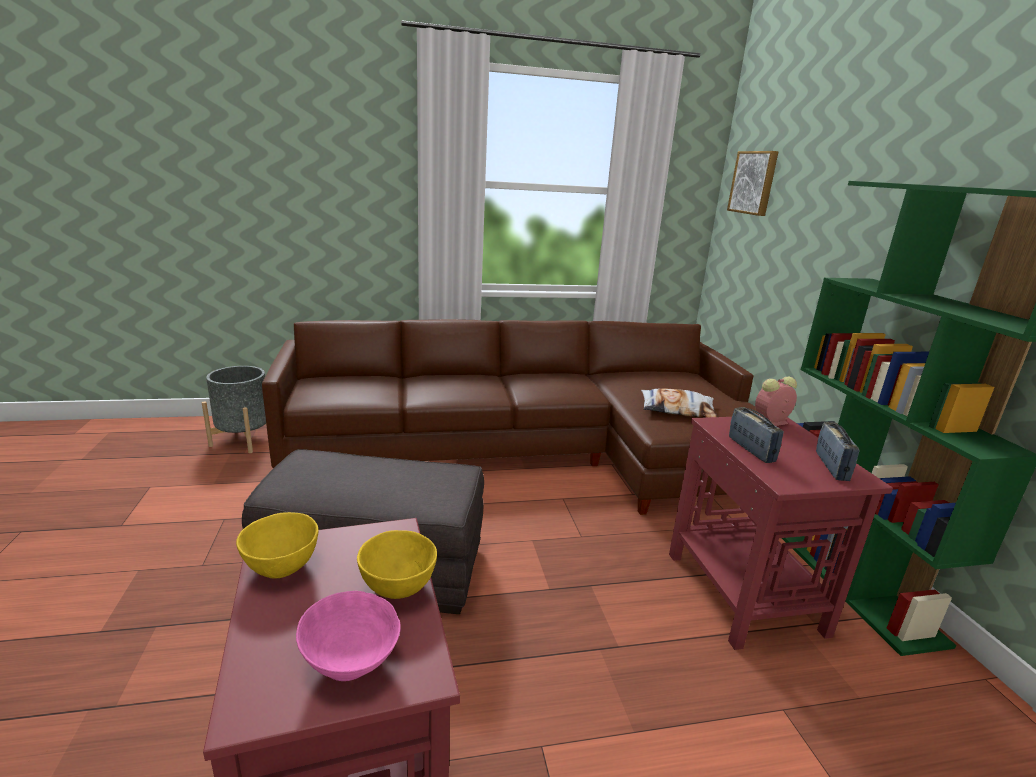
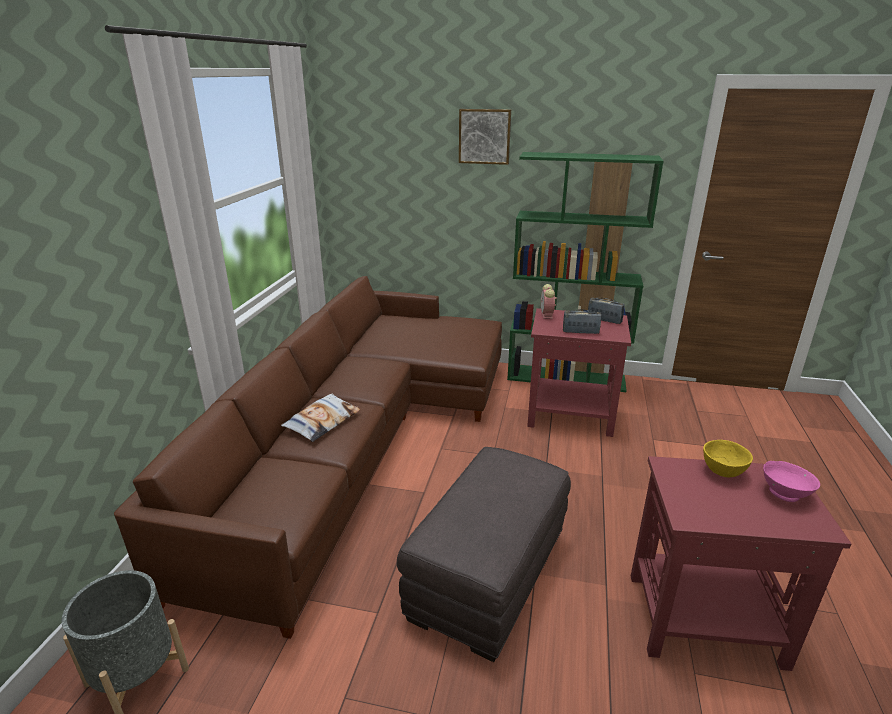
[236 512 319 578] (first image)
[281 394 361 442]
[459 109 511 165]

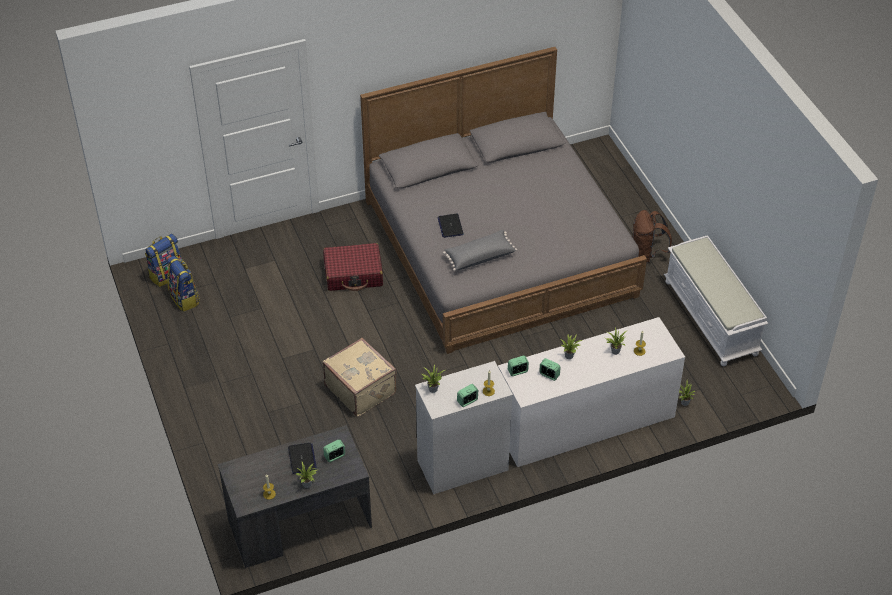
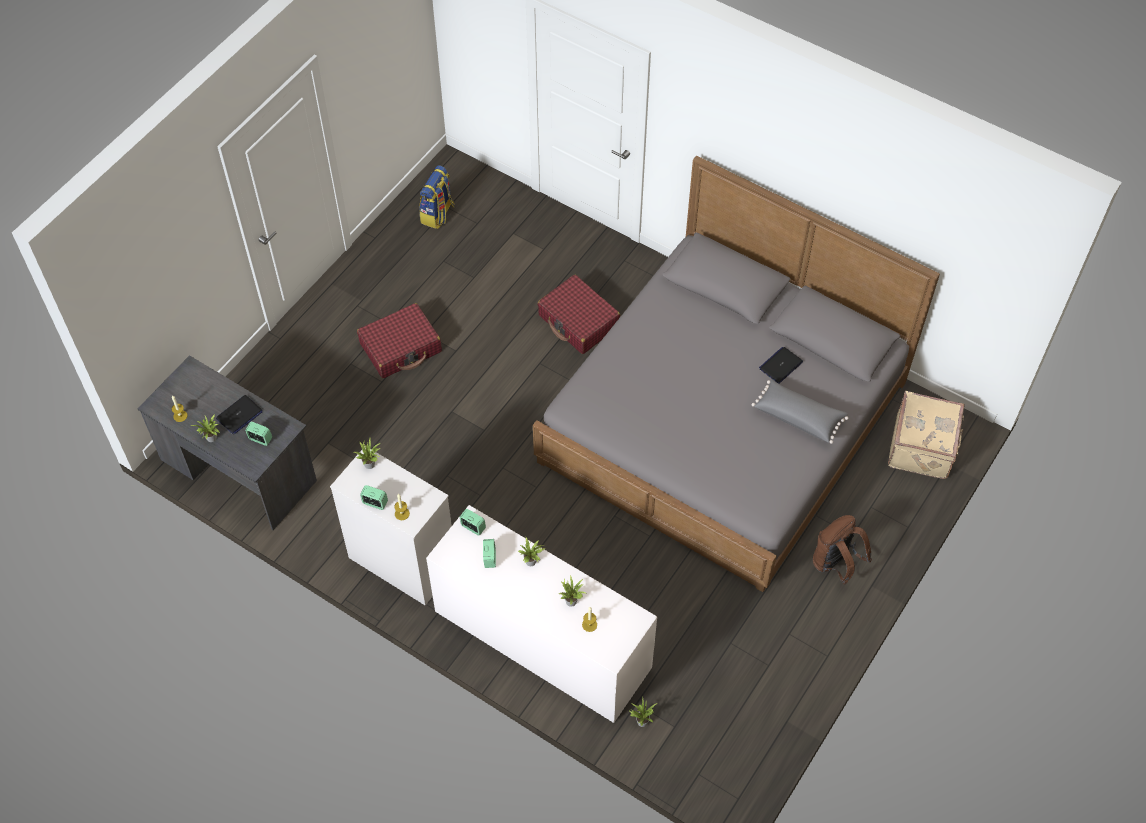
[145 234 182 287] (first image)
[664 235 768 366] (first image)
[357 303 442 378]
[888 391 965 479]
[759 347 803 384]
[752 379 848 444]

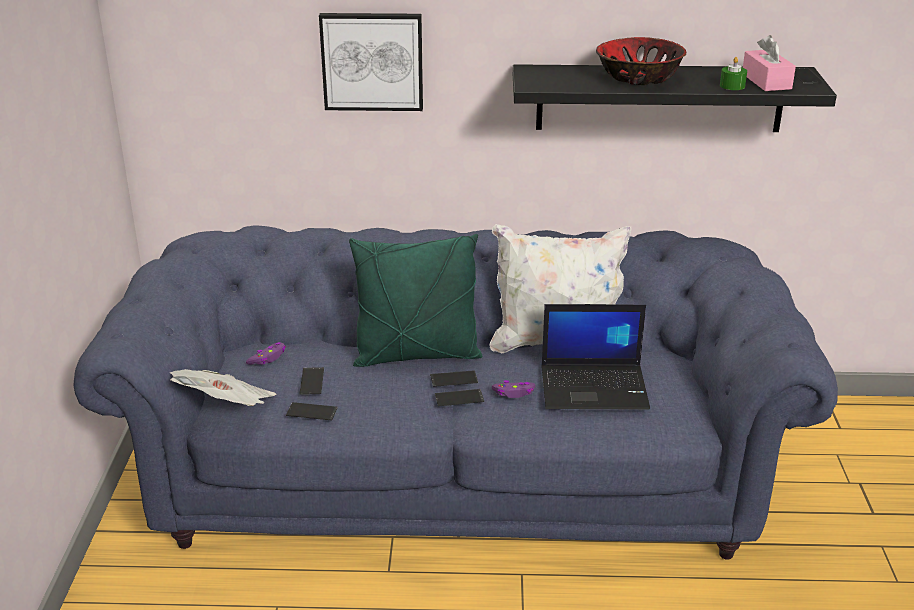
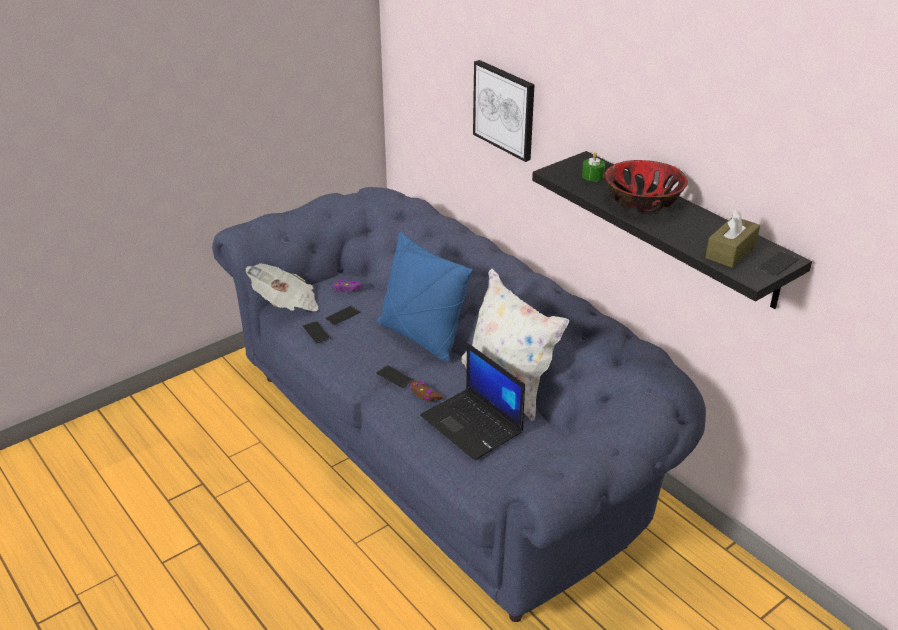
[430 370 478 387] (first image)
[582 152 605 181]
[377 231 473 362]
[410 381 443 401]
[705 209 760 268]

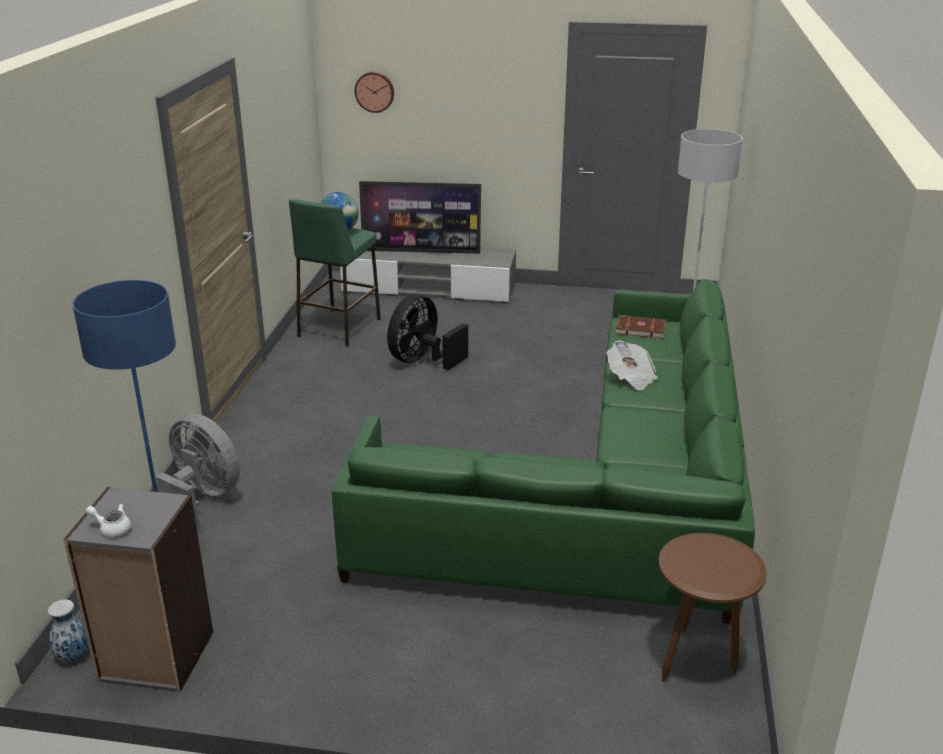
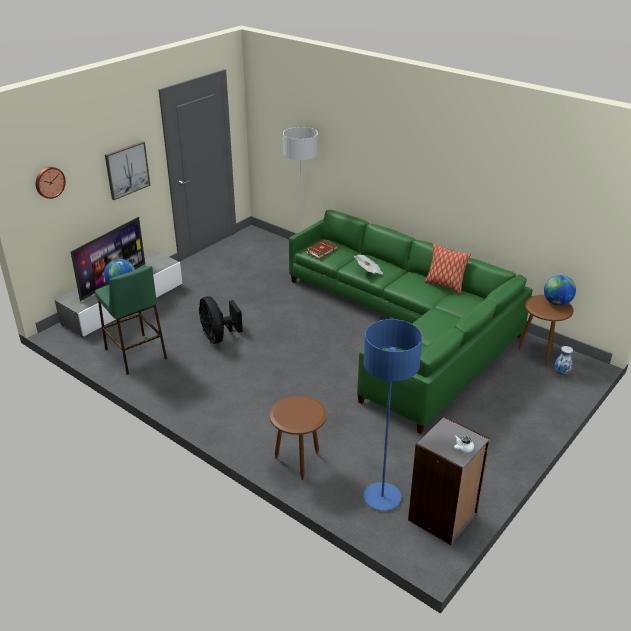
[105 141 150 200]
[425 244 471 294]
[544 275 576 306]
[554 346 573 375]
[270 396 327 480]

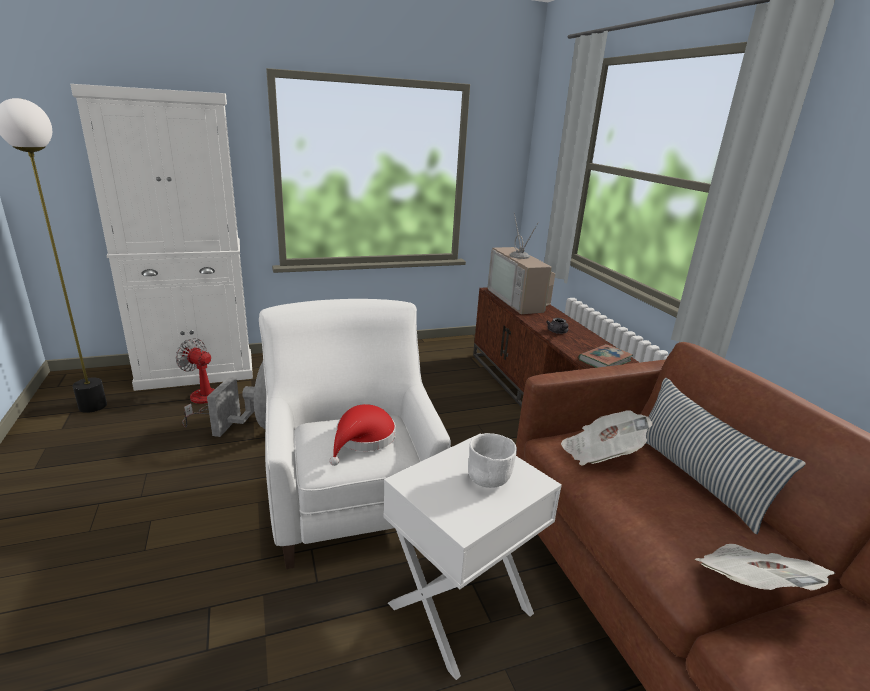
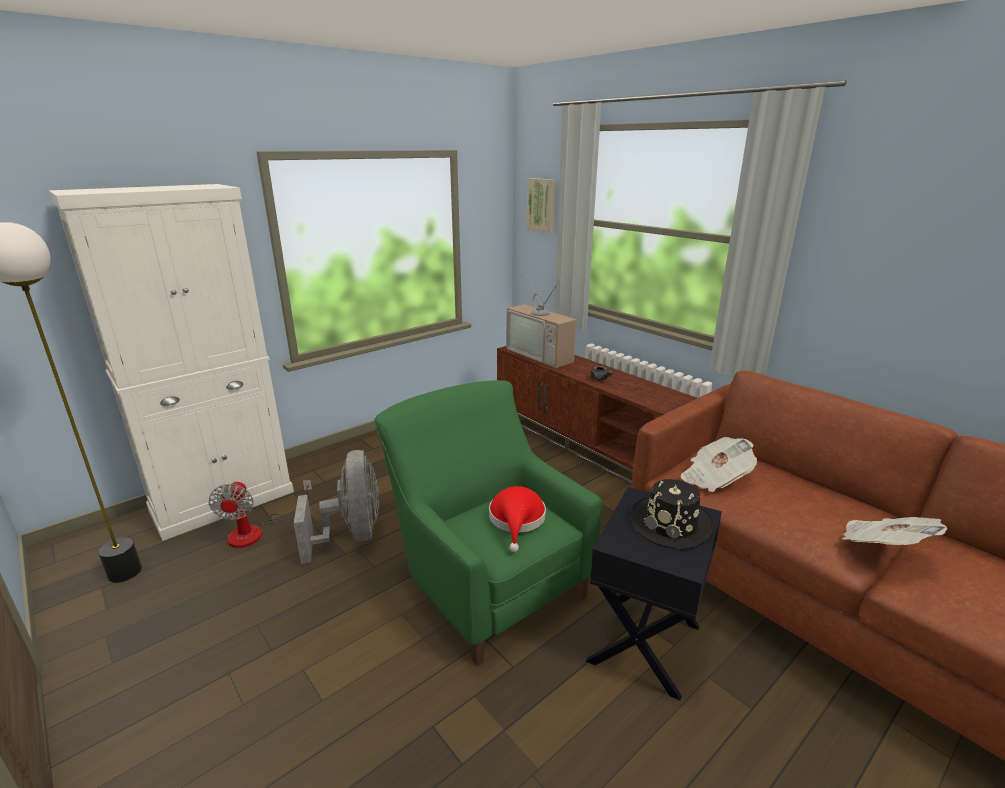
[578 344 633 368] (first image)
[646 378 806 534] (first image)
[527 178 555 234]
[630 479 715 550]
[374 380 602 666]
[586 487 722 701]
[208 480 312 548]

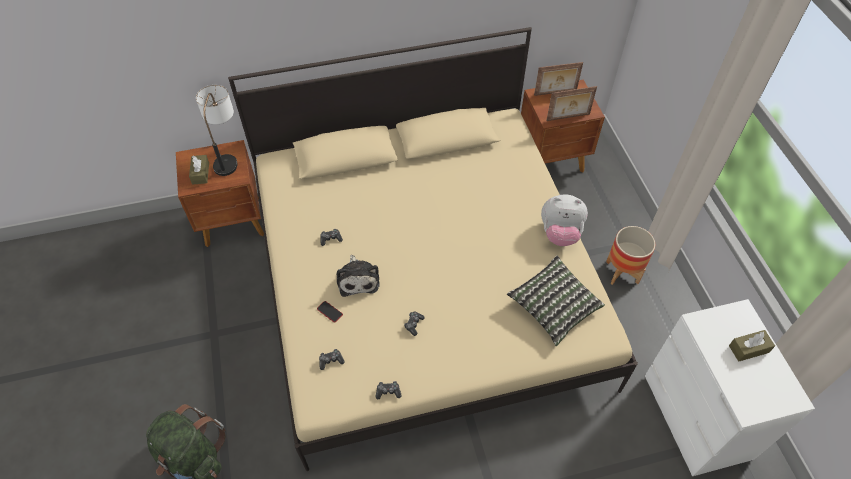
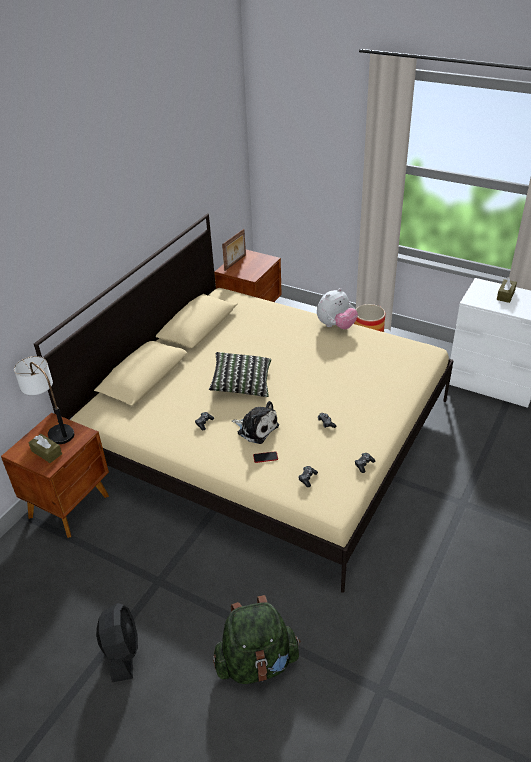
[546 86 597 121] (first image)
[96 603 138 682]
[209 352 271 397]

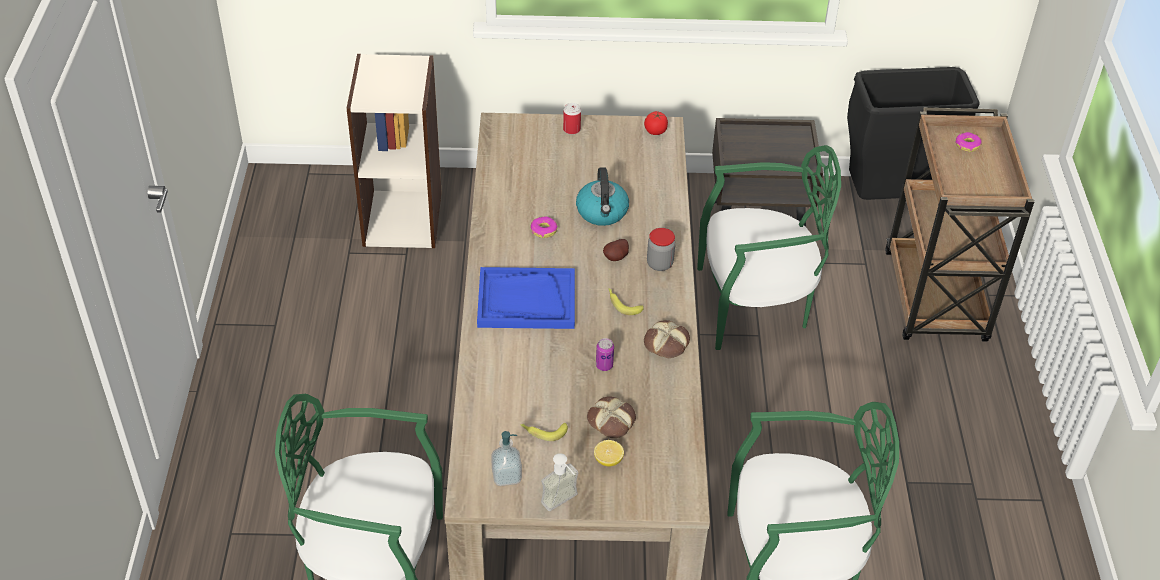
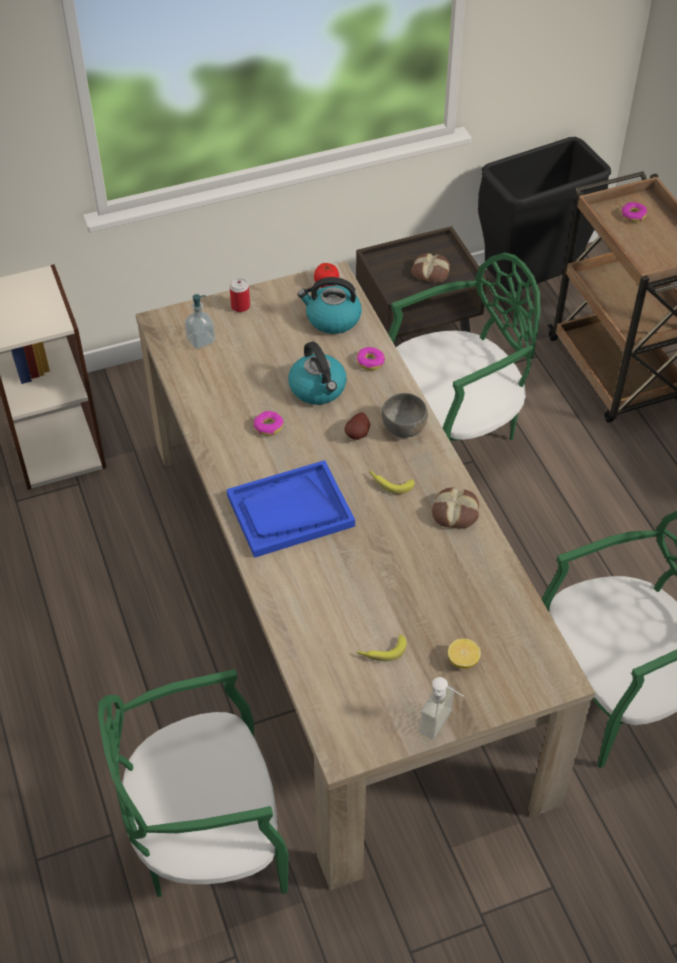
[596 338 614 371] (first image)
[297 277 362 334]
[356 347 385 371]
[185 294 215 349]
[412 253 450 283]
[382 393 428 438]

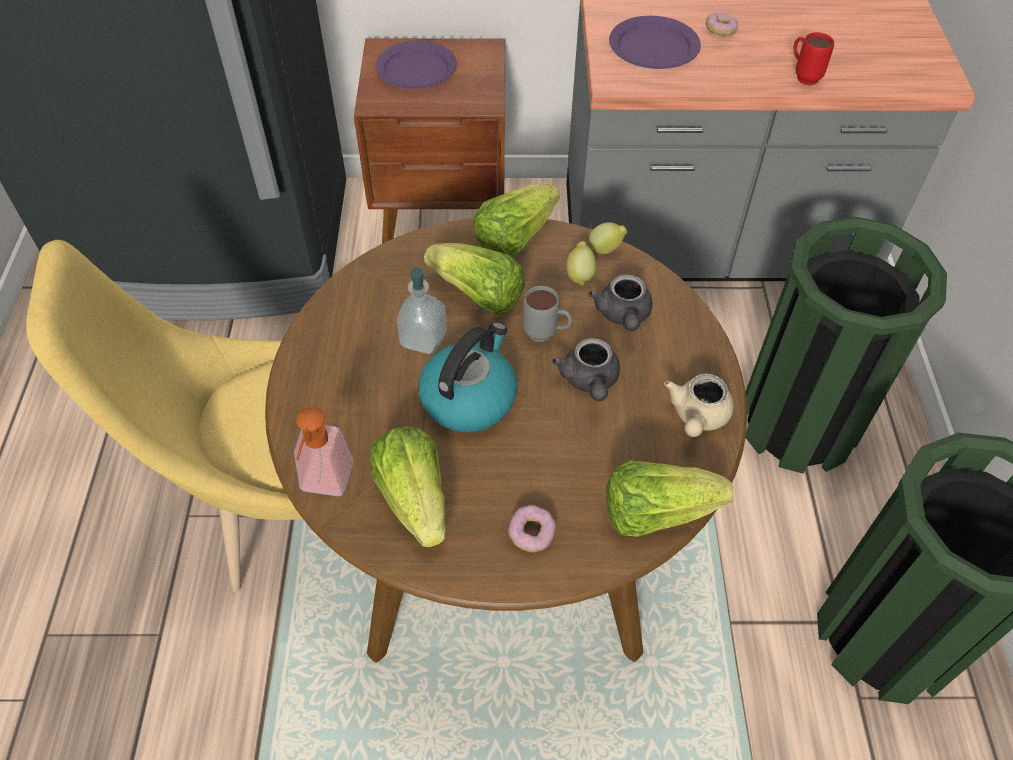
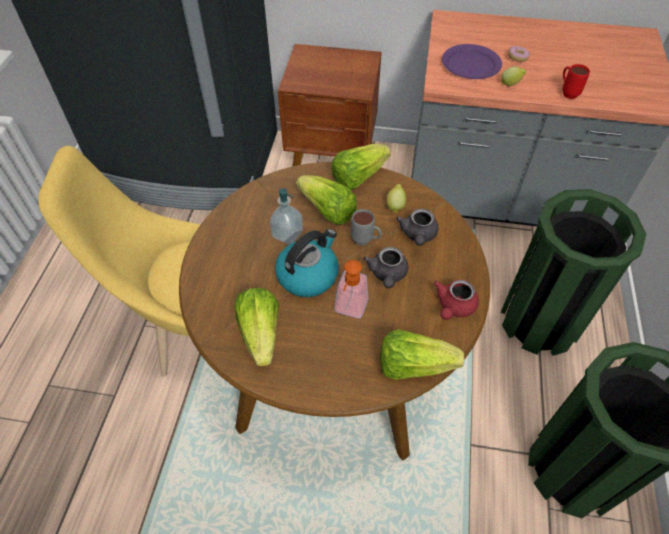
[376 41 456 89] (first image)
[508 505 556 552] (first image)
[334 260 368 318]
[501 66 526 86]
[433 280 479 320]

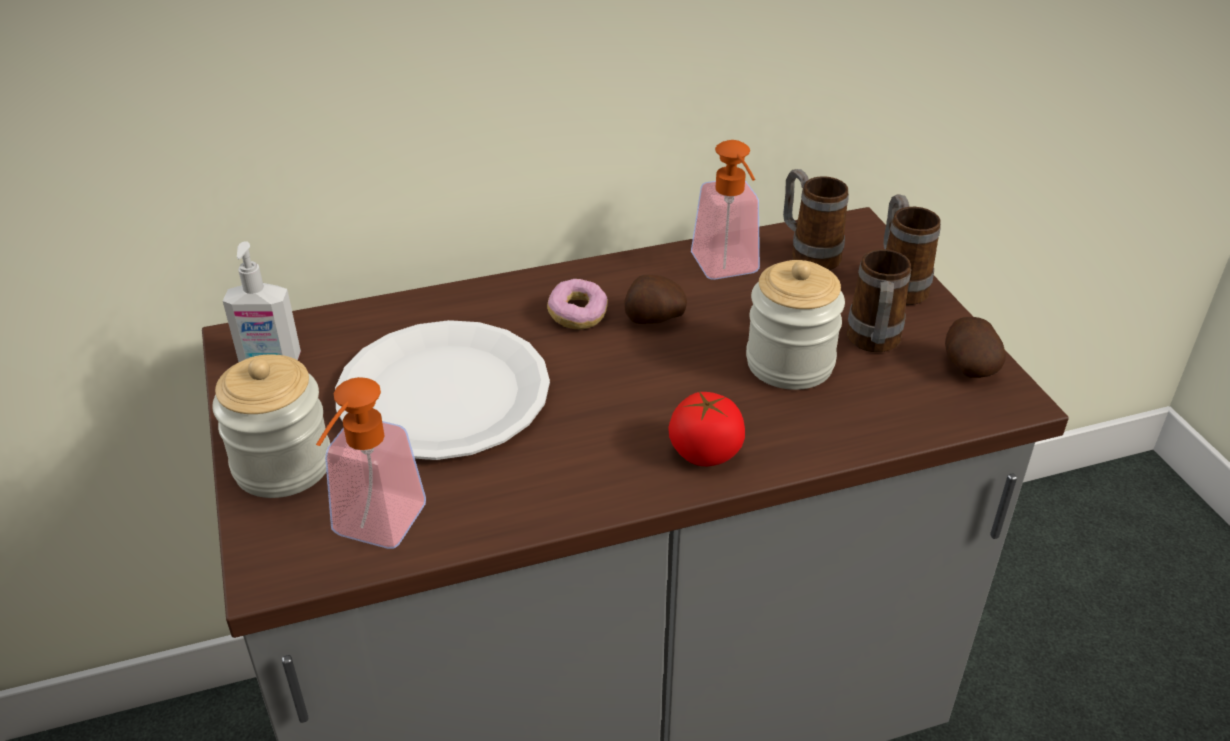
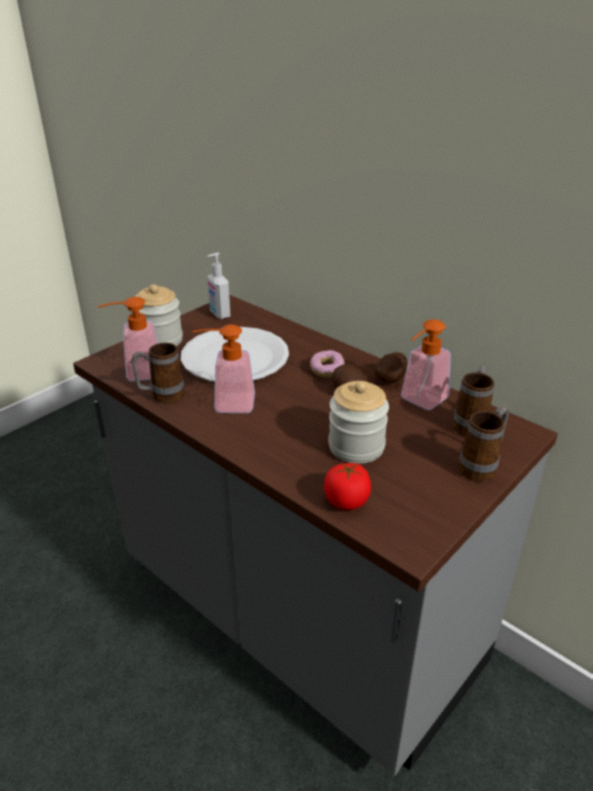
[192 324 255 413]
[324 462 371 510]
[131 343 185 404]
[374 352 407 383]

